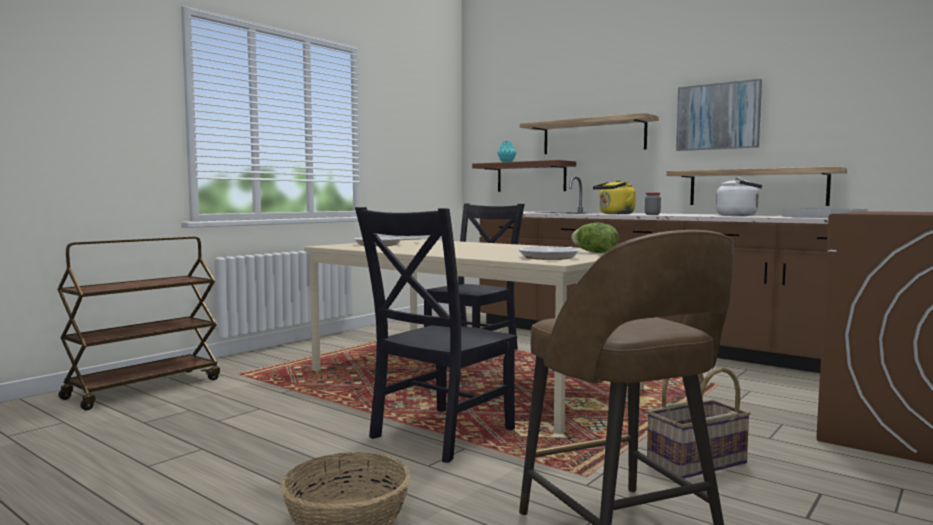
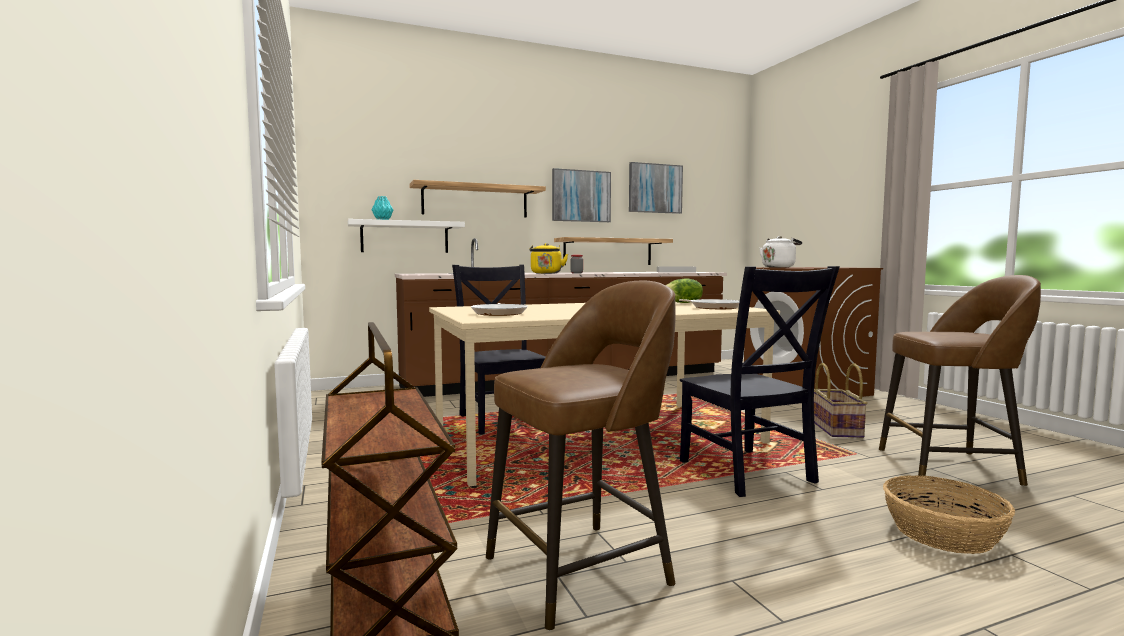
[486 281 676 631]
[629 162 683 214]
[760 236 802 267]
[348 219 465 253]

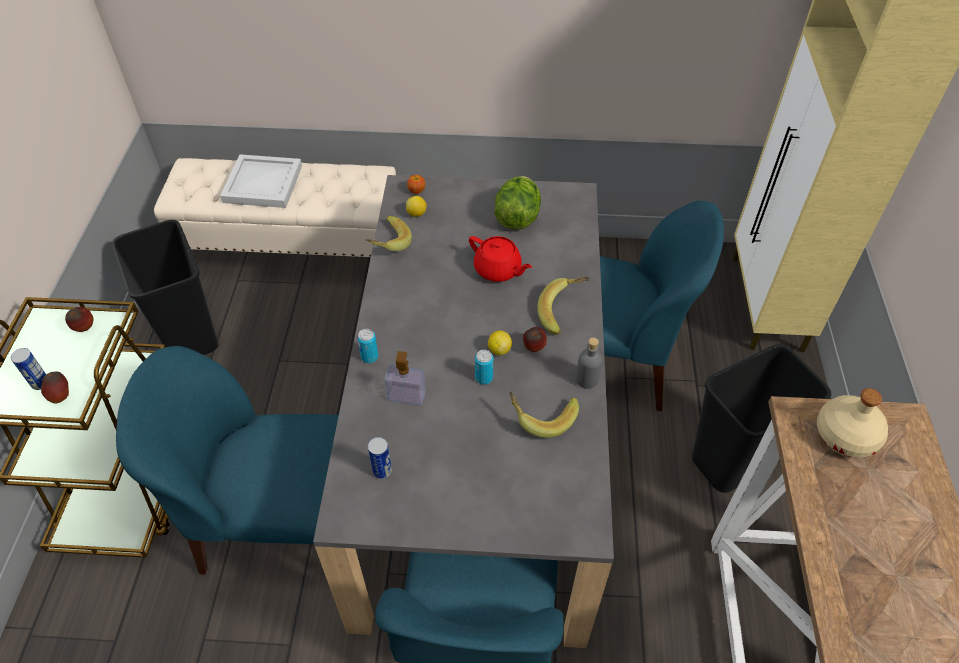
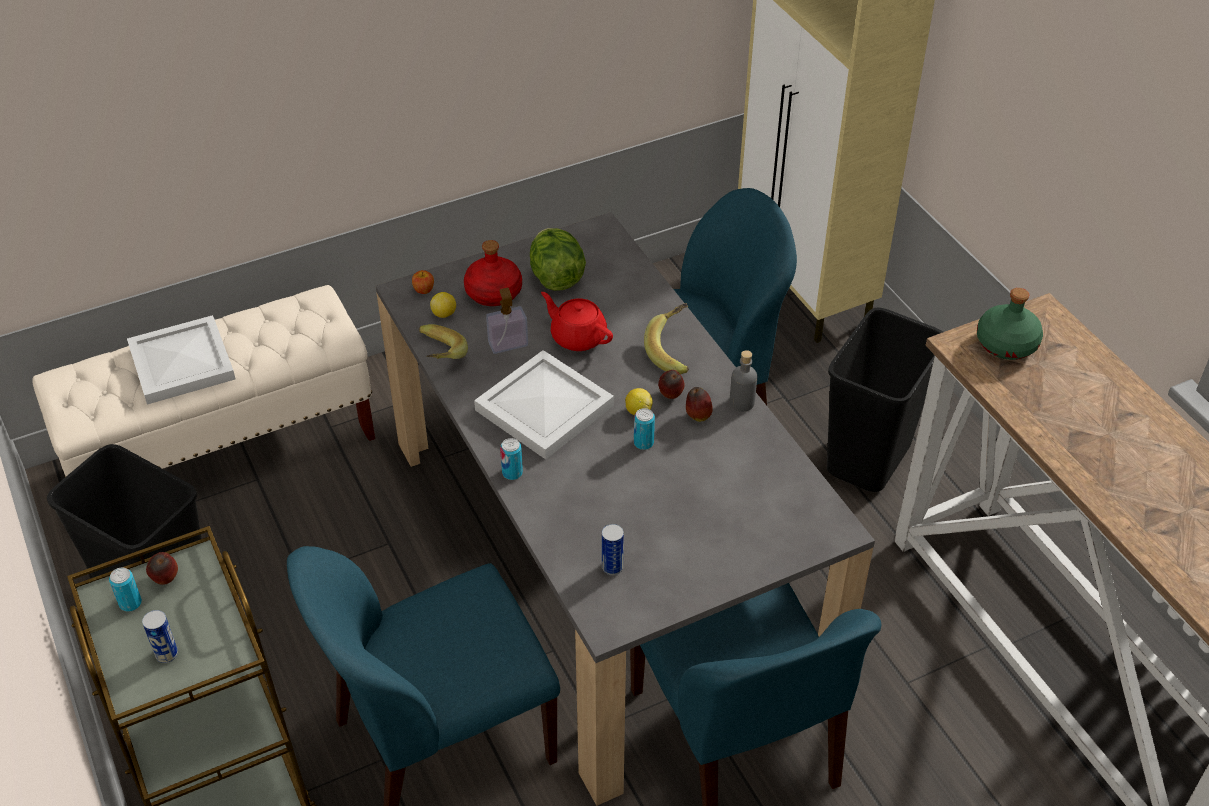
[509 392 579 438] (first image)
[109 567 142 612]
[464 240 522 306]
[474 350 614 459]
[686 387 713 422]
[486 288 528 354]
[977 288 1043 360]
[541 292 613 351]

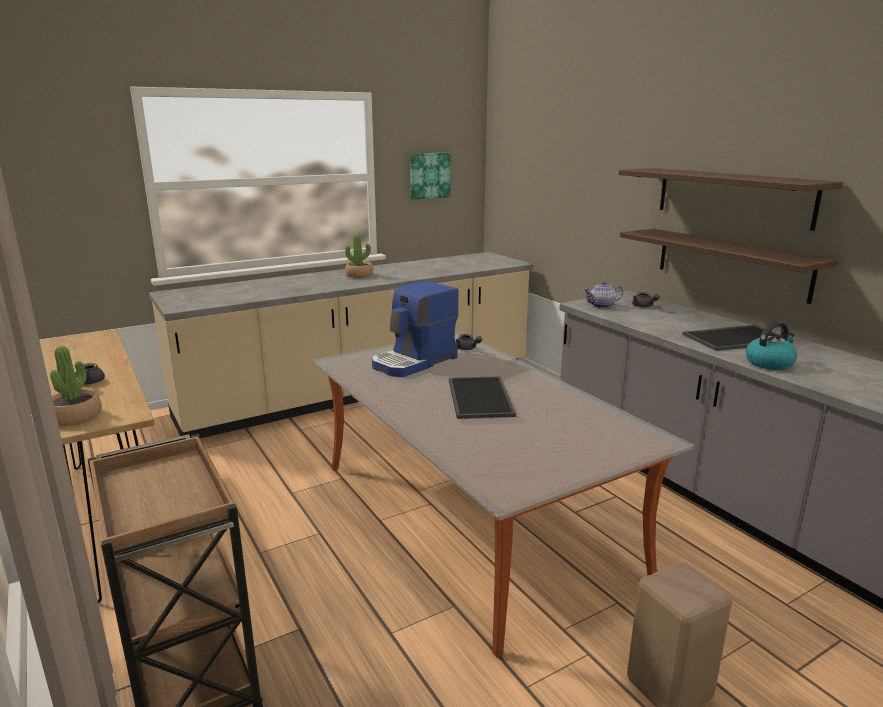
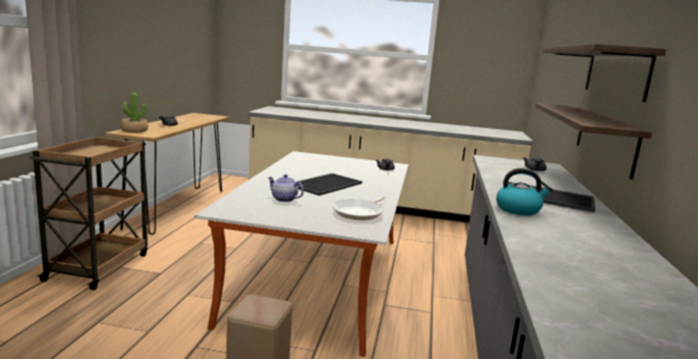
[345 234 373 278] (first image)
[372 281 458 377] (first image)
[410 153 450 200] (first image)
[332 197 385 220]
[268 174 304 202]

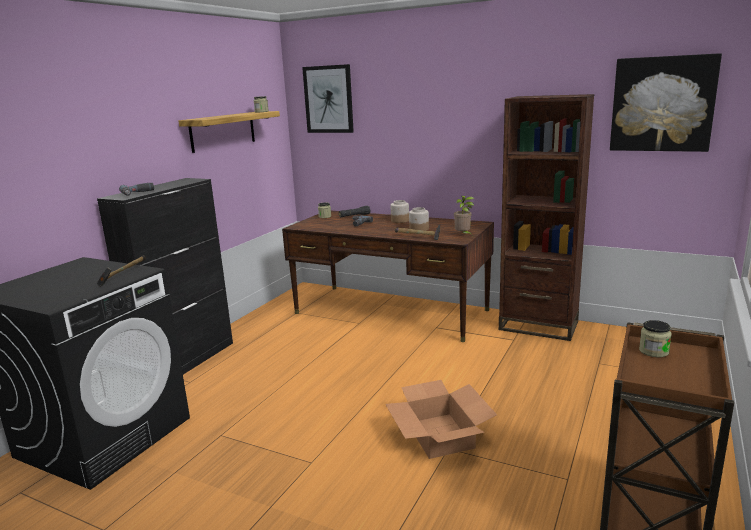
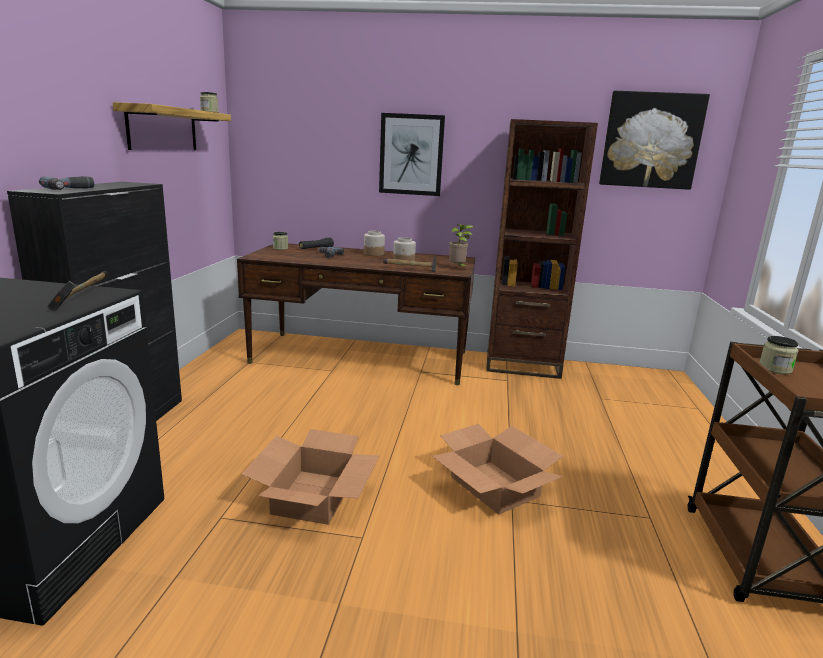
[242 429 380 525]
[379 113 445 196]

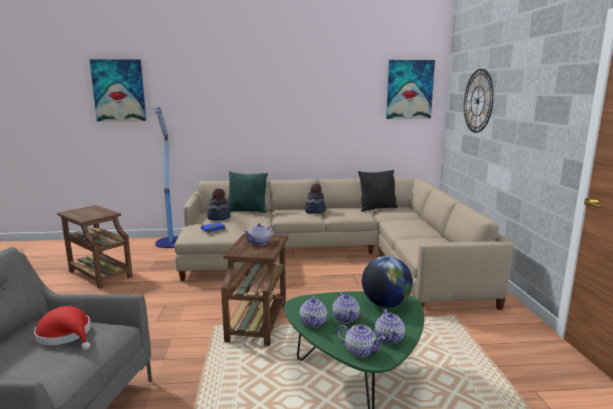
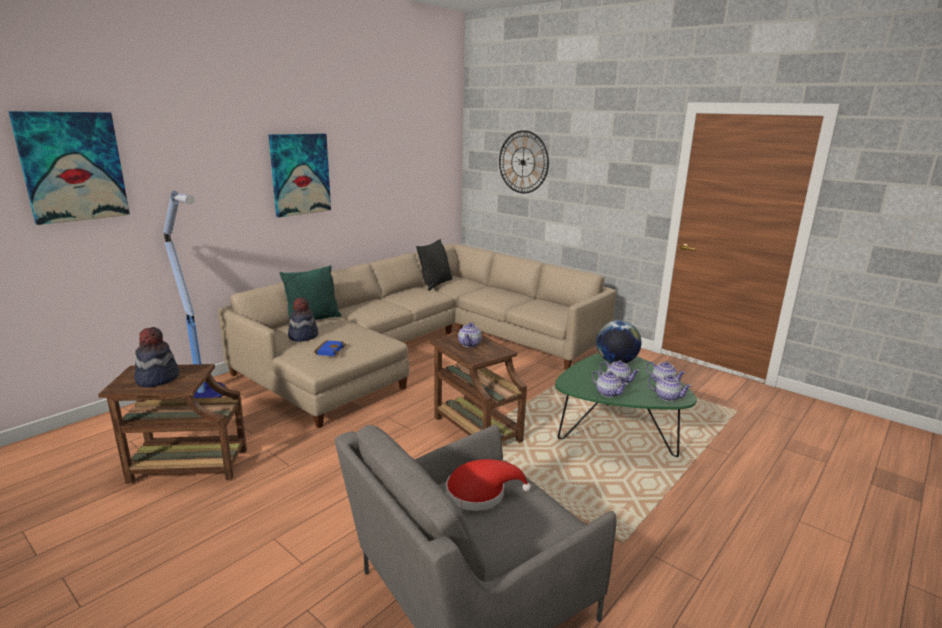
[134 327 179 387]
[269 133 331 217]
[648 375 692 401]

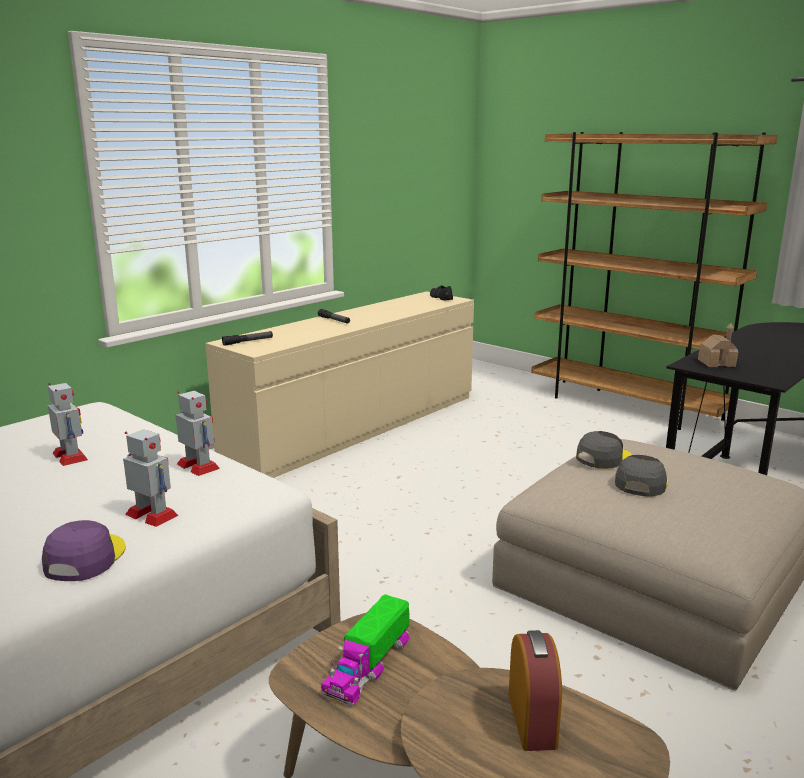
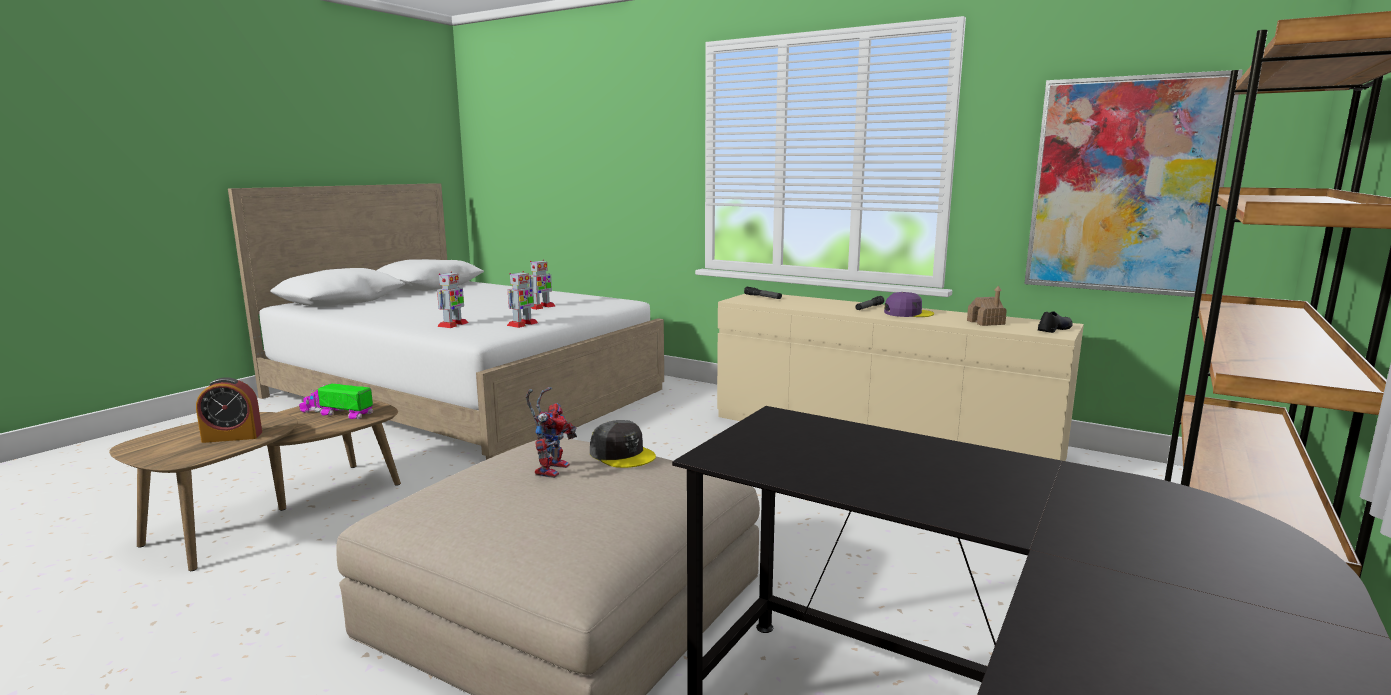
[1024 70 1243 297]
[884 292 934 317]
[967 286 1007 326]
[526 387 577 478]

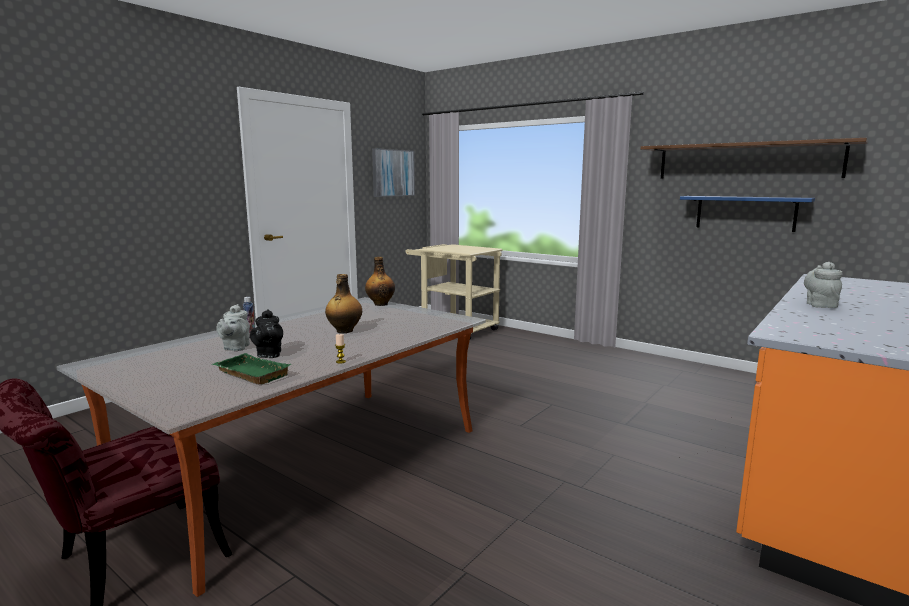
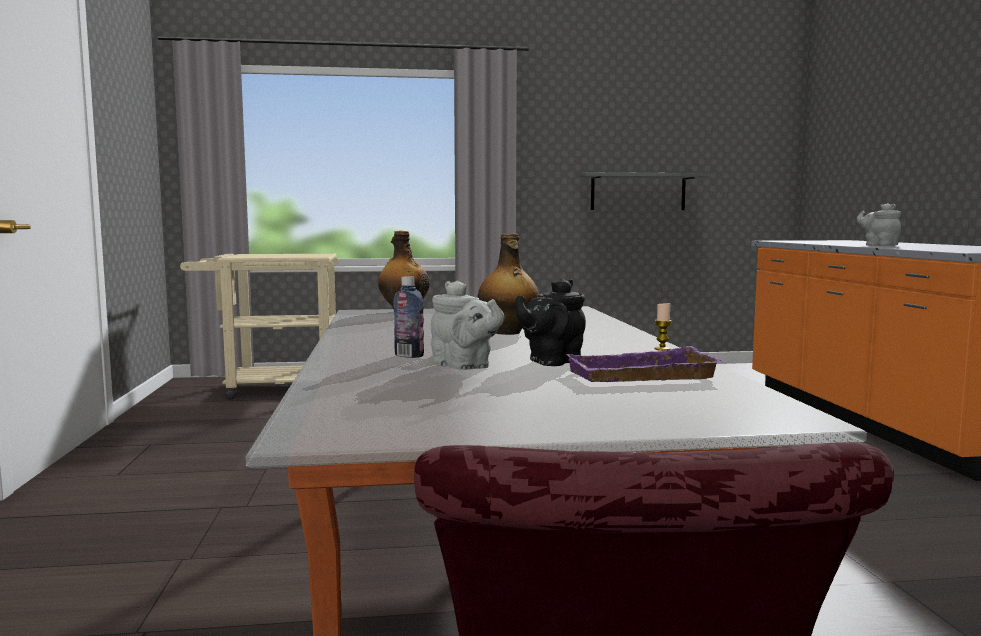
[372 148 415 197] (first image)
[641 138 868 178] (first image)
[566 346 724 382]
[579 172 710 210]
[516 279 586 366]

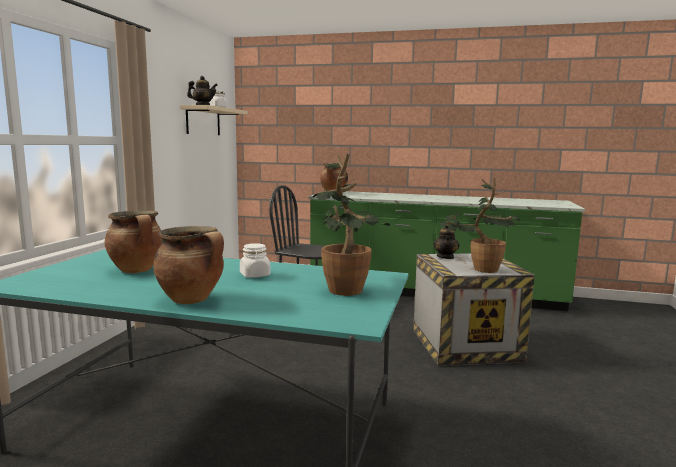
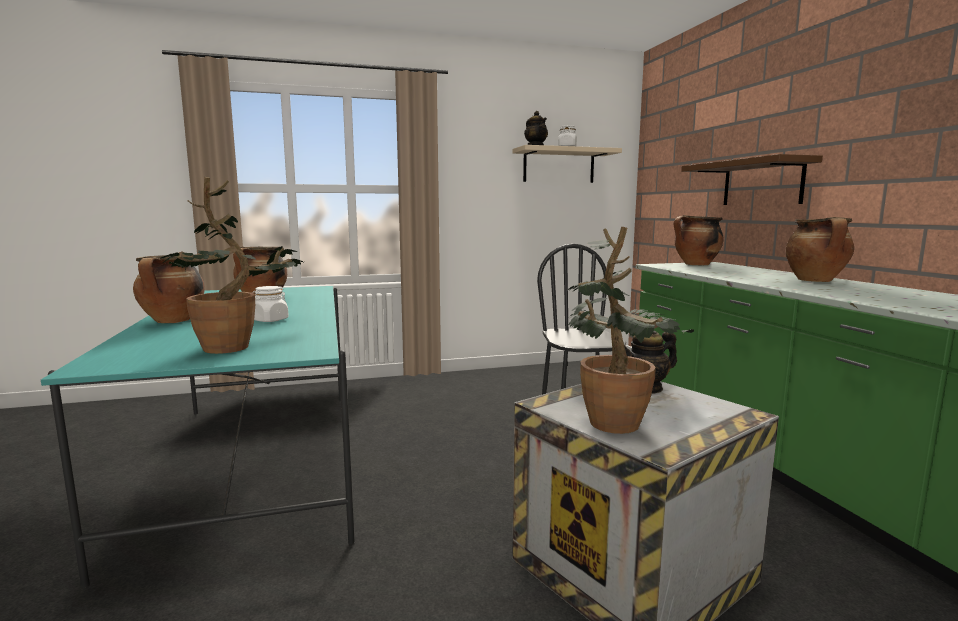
[681 154 823 205]
[785 217 854 282]

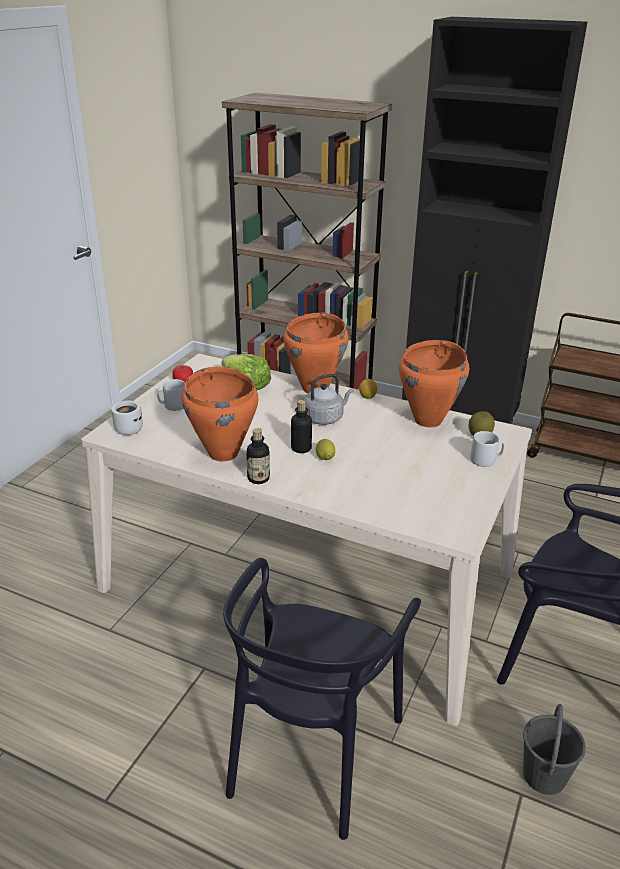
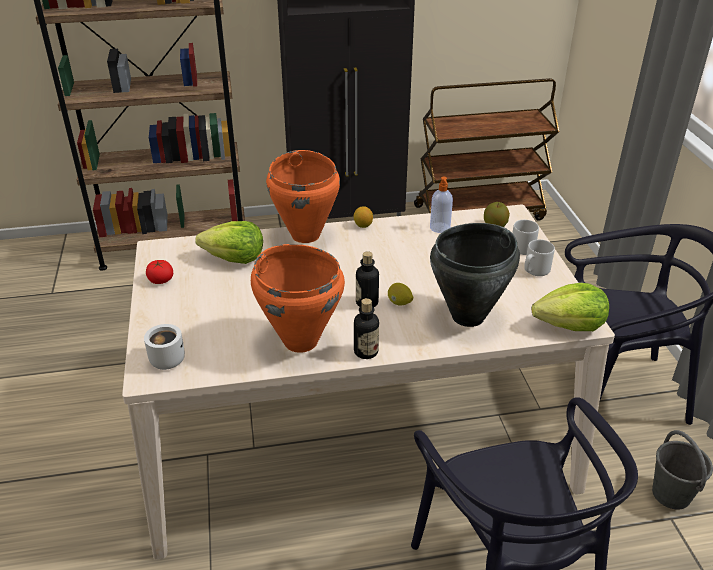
[304 374 353 425] (first image)
[430 223 520 327]
[532 283 609 331]
[524 239 555 276]
[430 177 453 233]

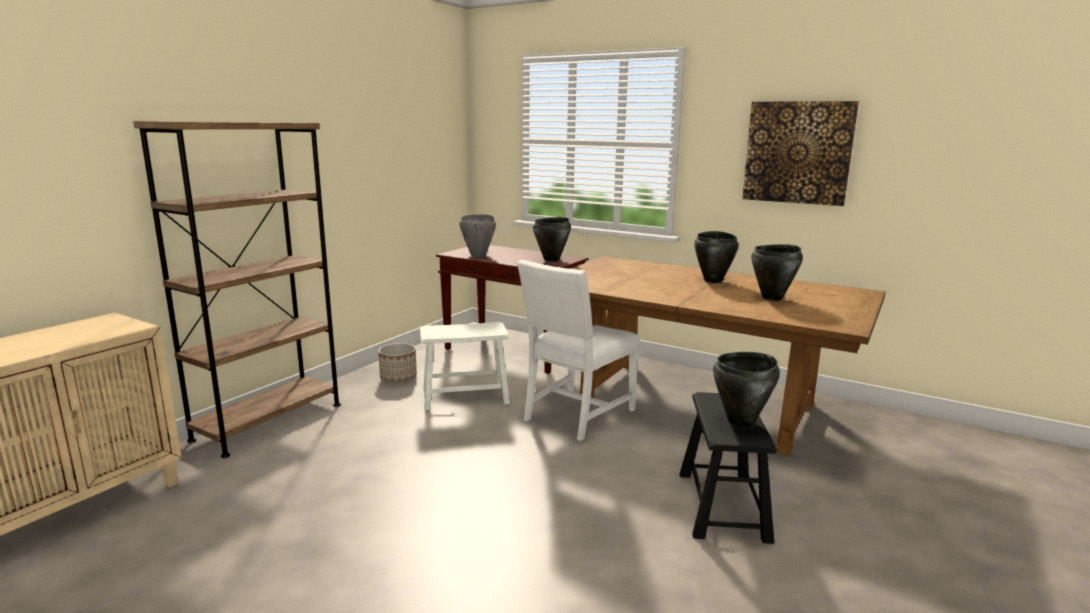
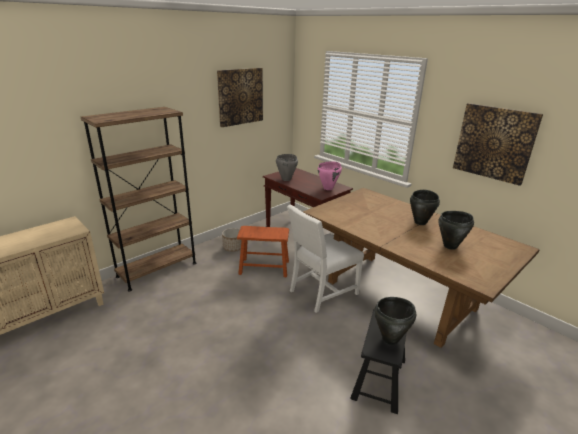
[217 68 263 127]
[237 226 289 277]
[318 161 342 190]

